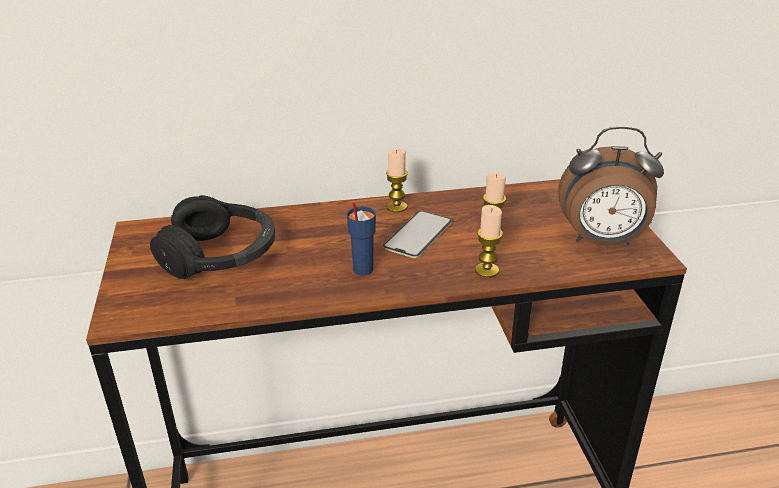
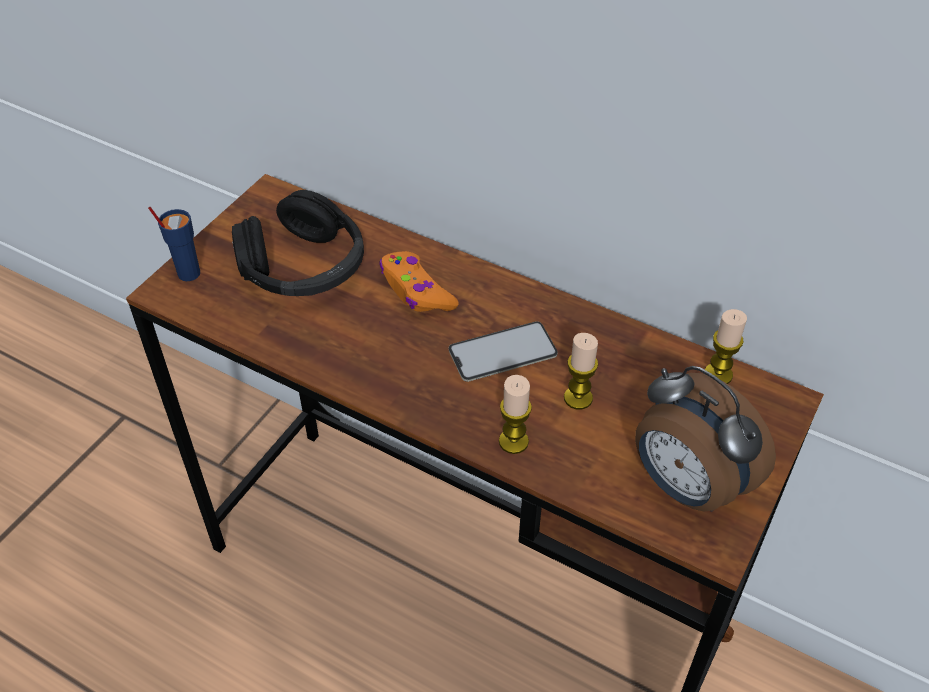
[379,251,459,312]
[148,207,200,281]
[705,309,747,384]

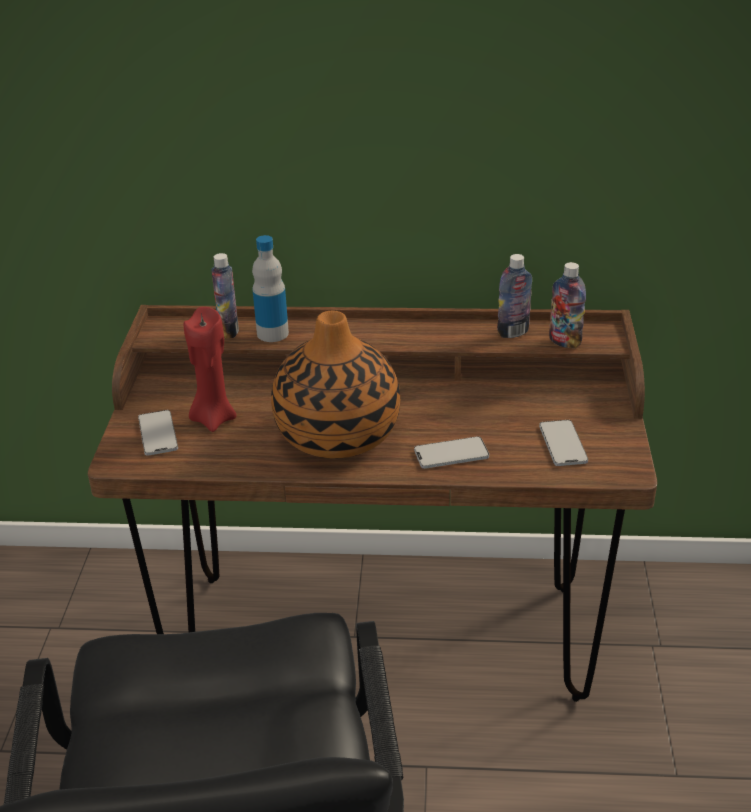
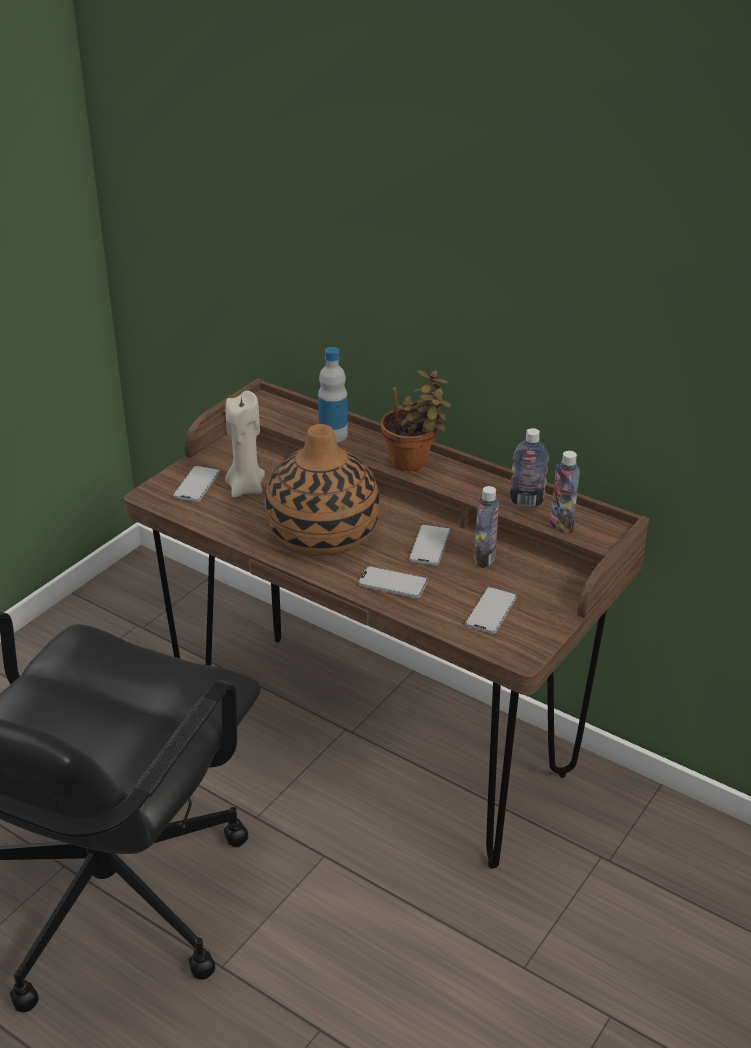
[381,370,452,471]
[409,524,450,566]
[474,486,499,568]
[225,391,265,498]

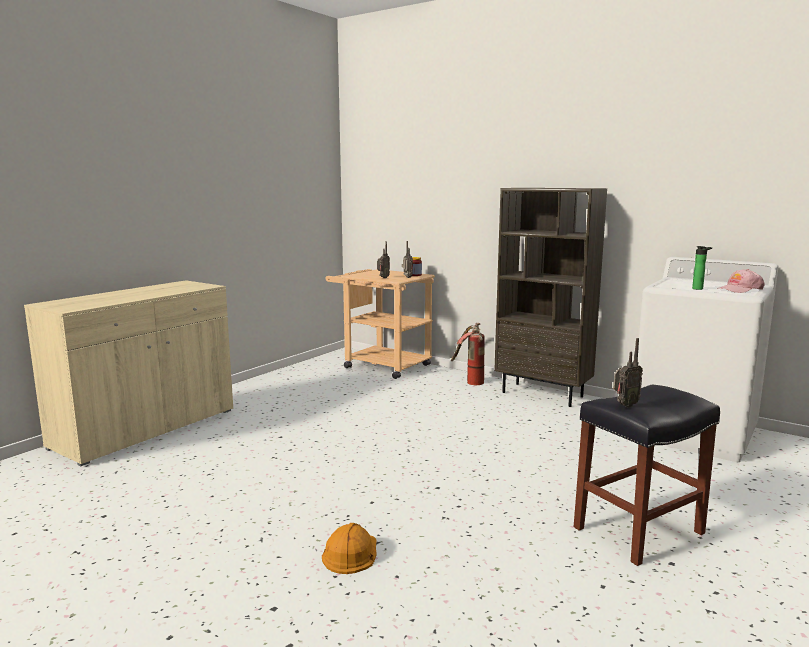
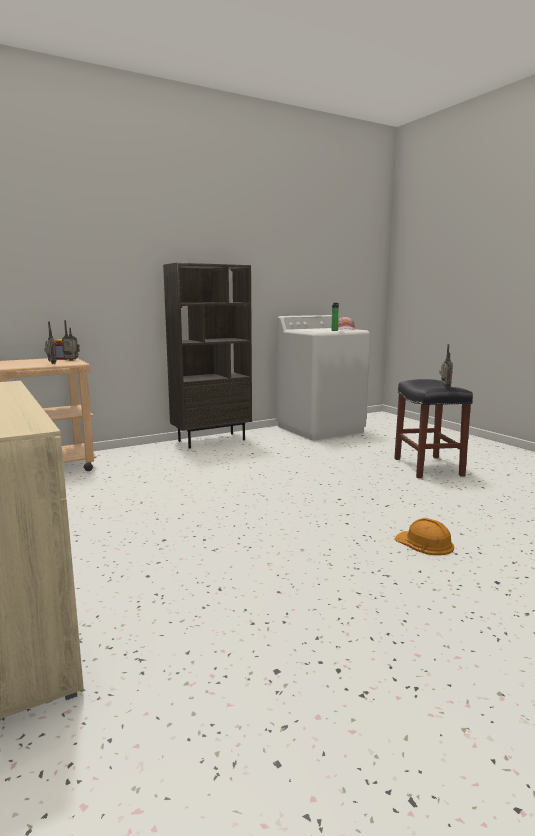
[451,323,485,385] (first image)

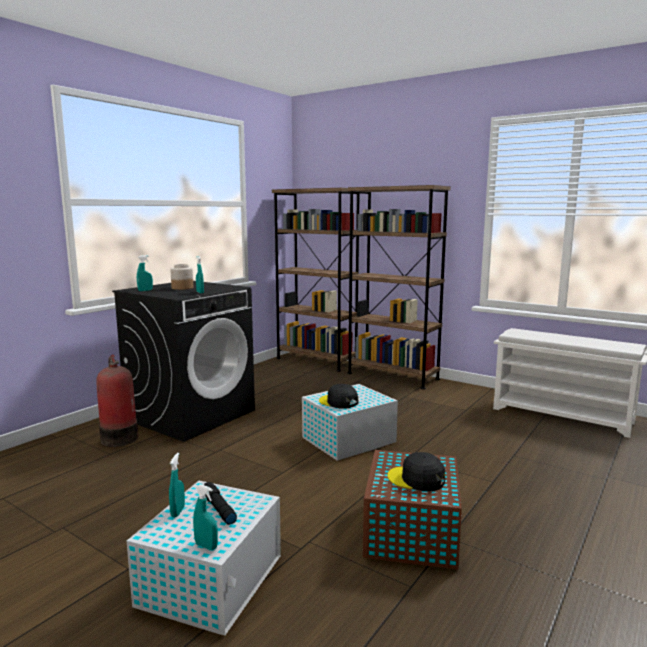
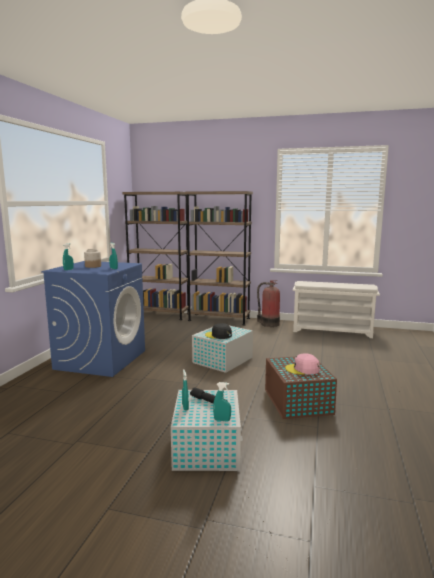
[257,280,280,327]
[41,261,145,377]
[285,353,320,374]

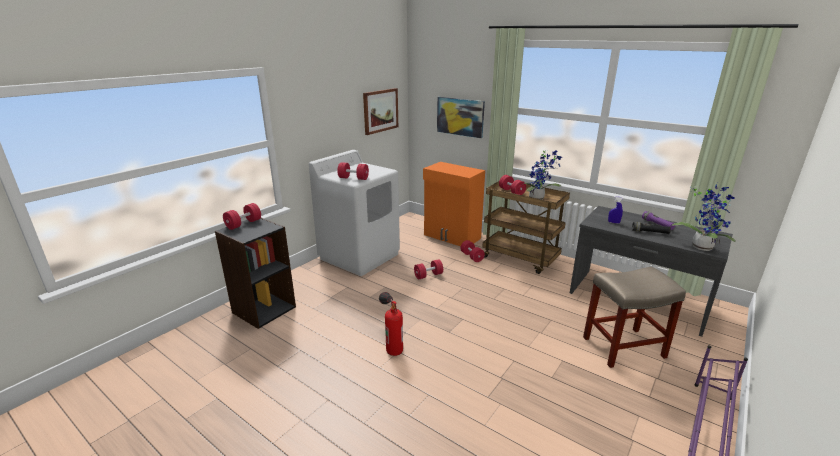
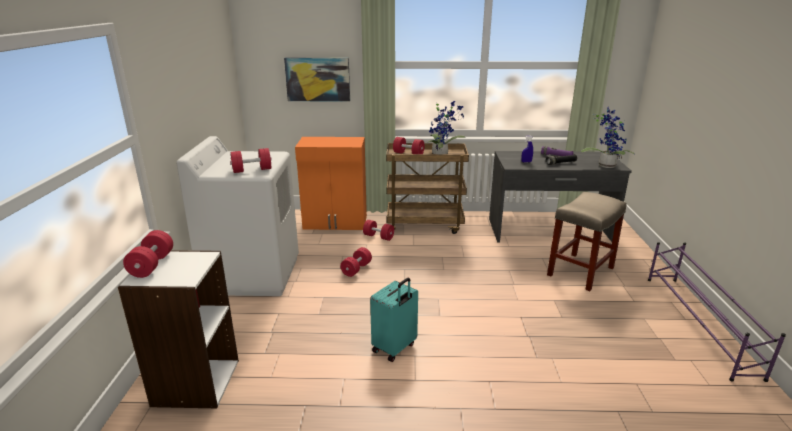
[363,88,398,135] (first image)
[370,278,418,362]
[118,250,239,408]

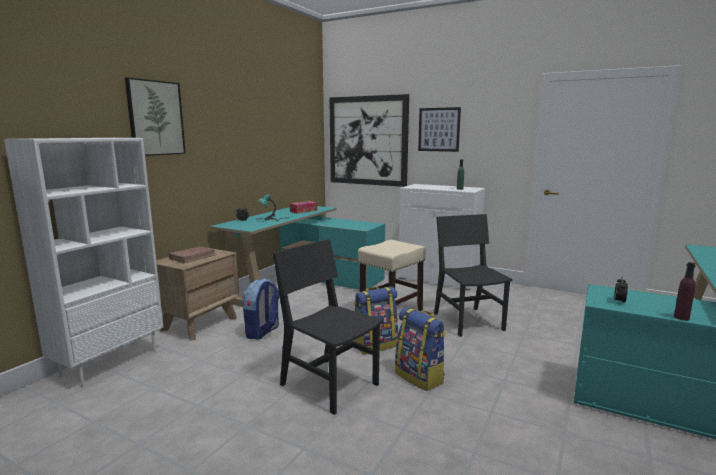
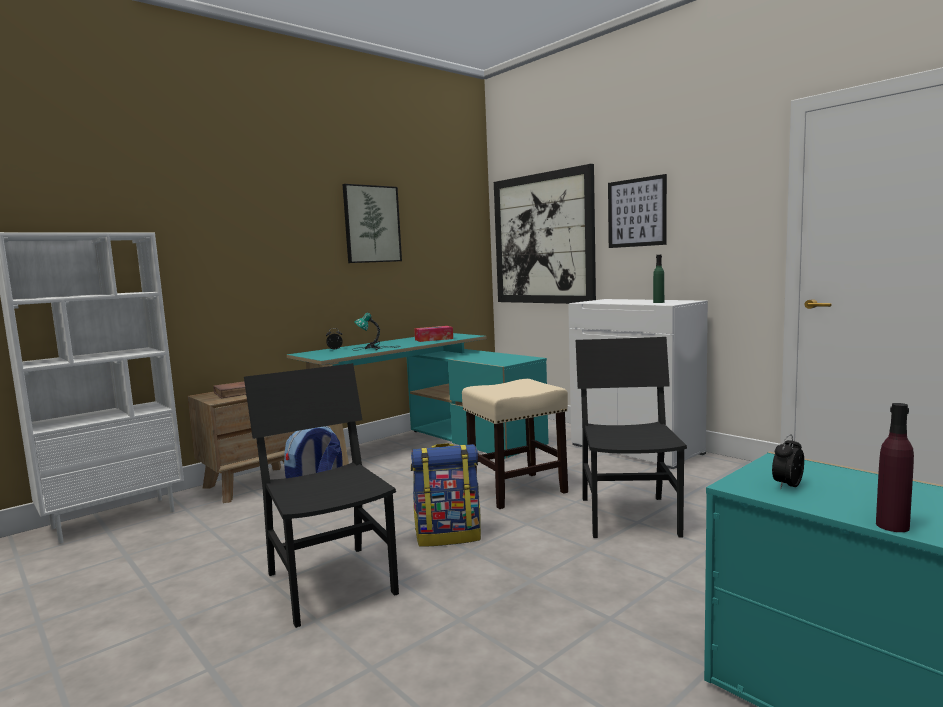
[395,307,446,391] (first image)
[343,184,402,263]

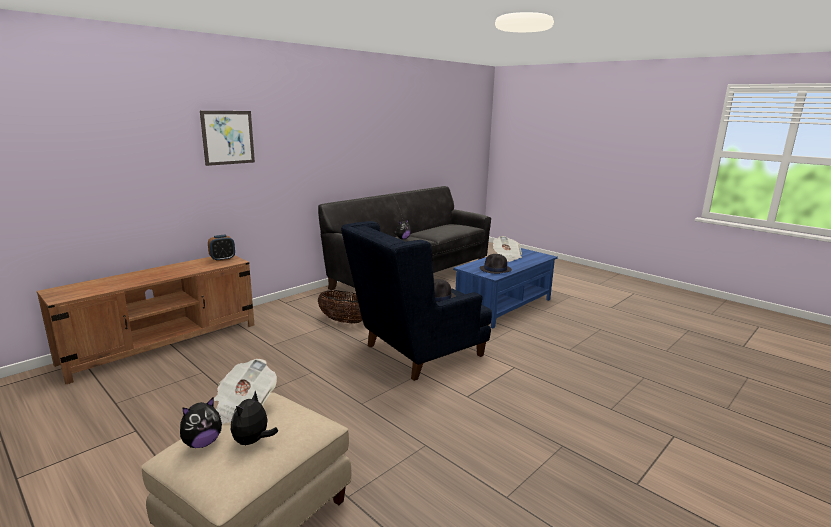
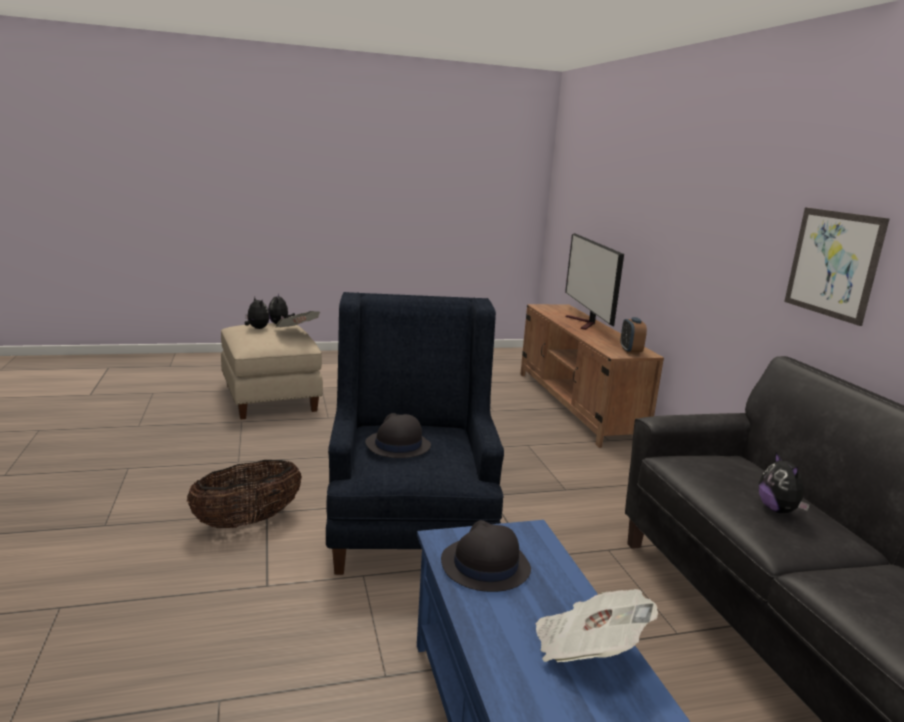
[565,233,624,330]
[784,207,889,326]
[187,460,302,528]

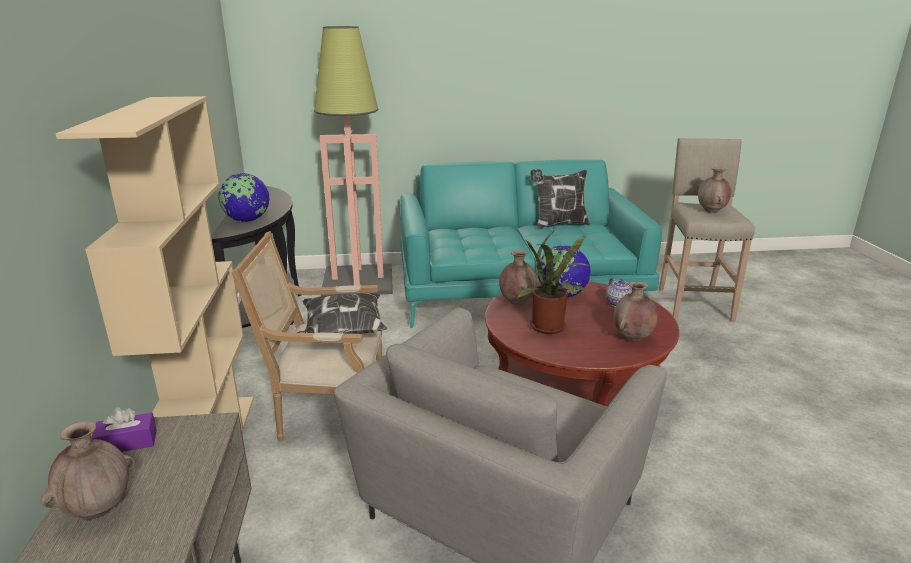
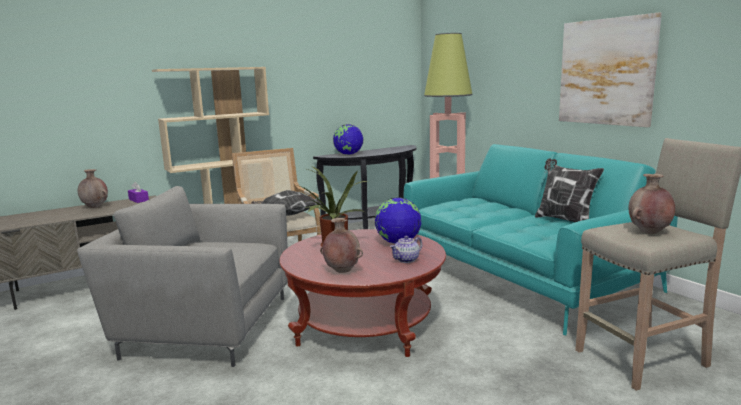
[499,250,537,305] (first image)
[559,13,662,127]

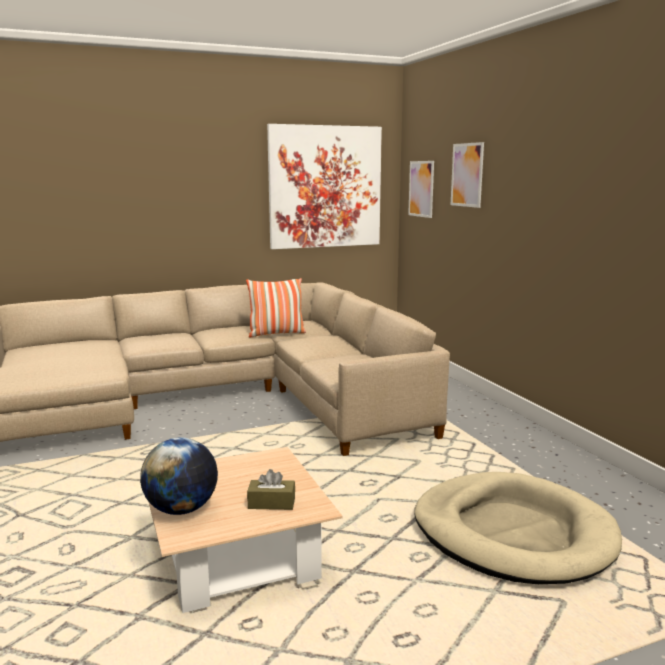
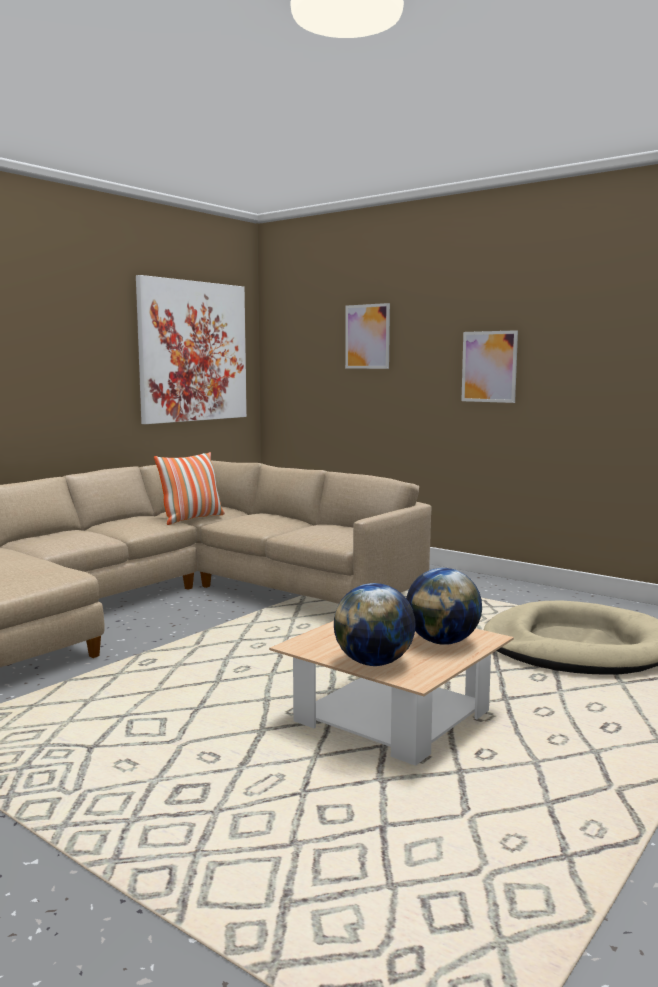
[461,330,518,403]
[406,568,482,645]

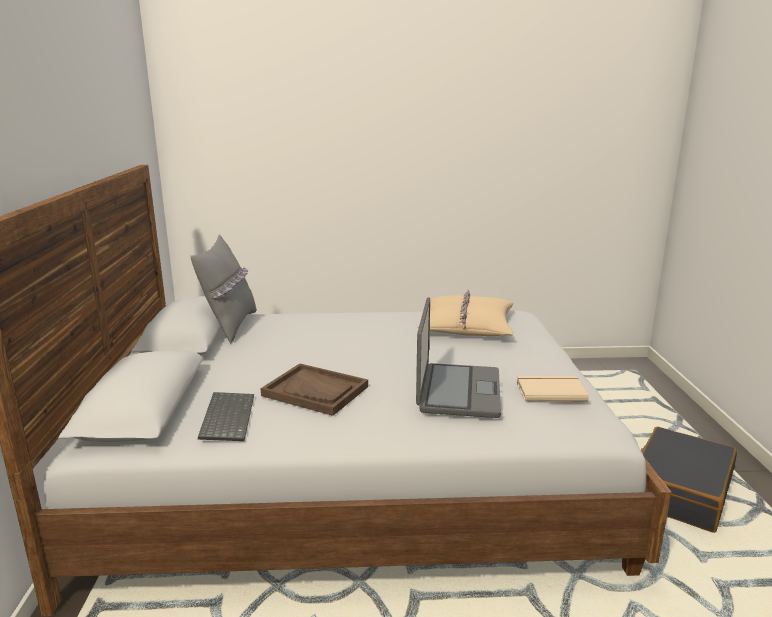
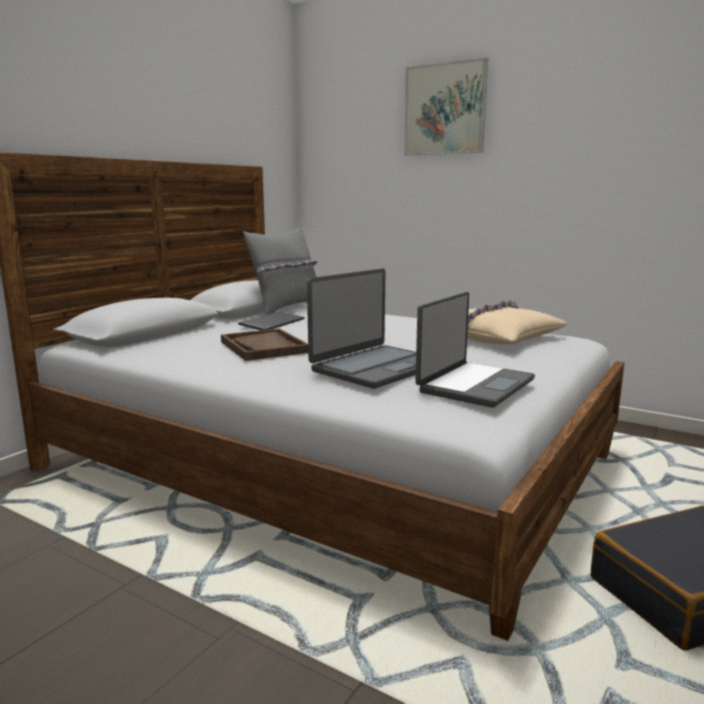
[404,58,488,156]
[238,311,305,330]
[415,292,535,408]

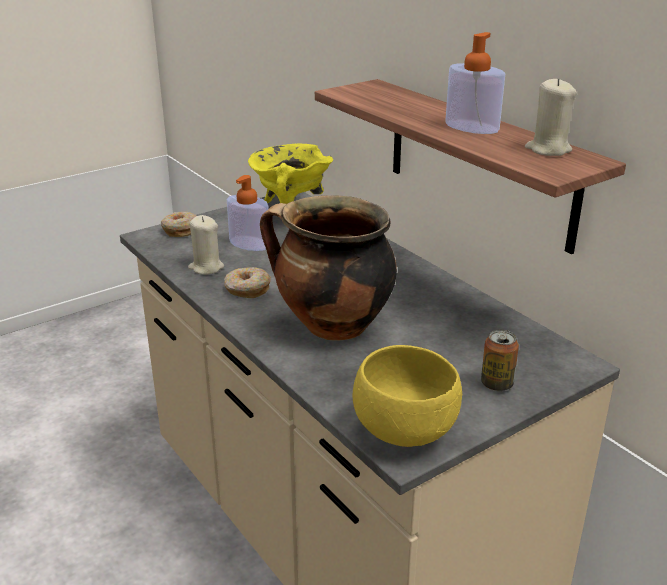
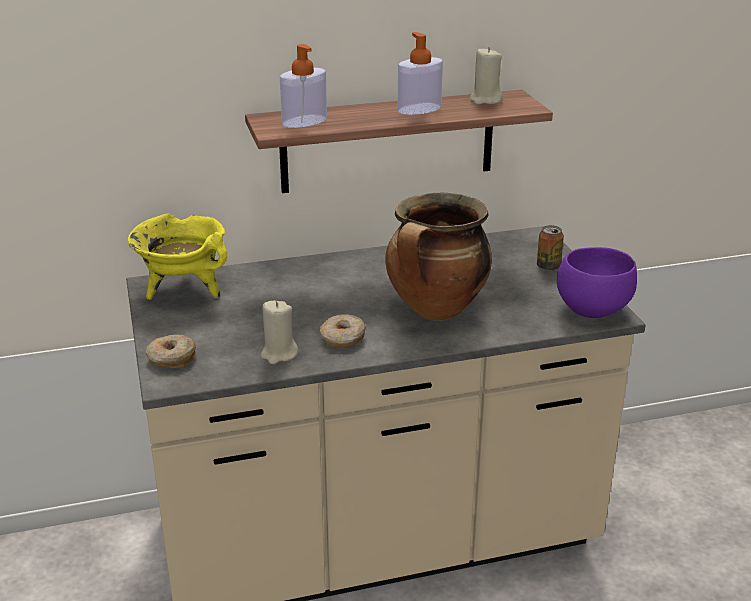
[280,44,327,128]
[557,247,637,318]

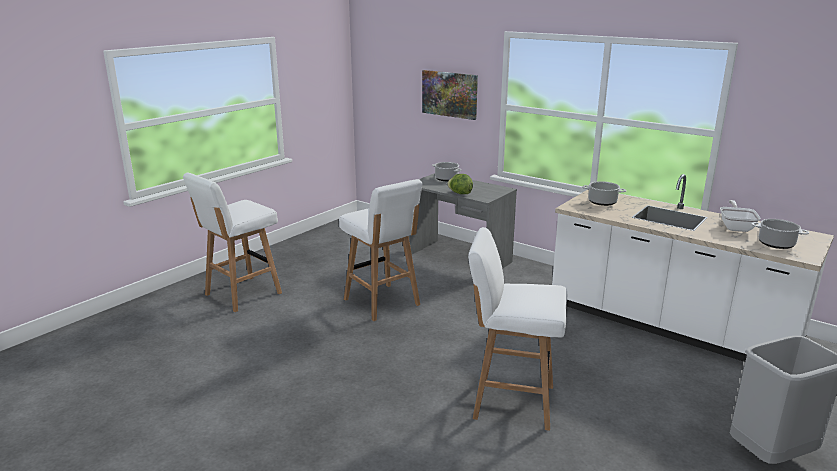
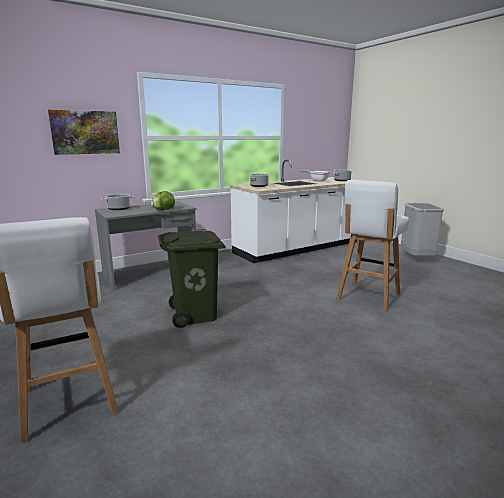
[158,229,225,328]

